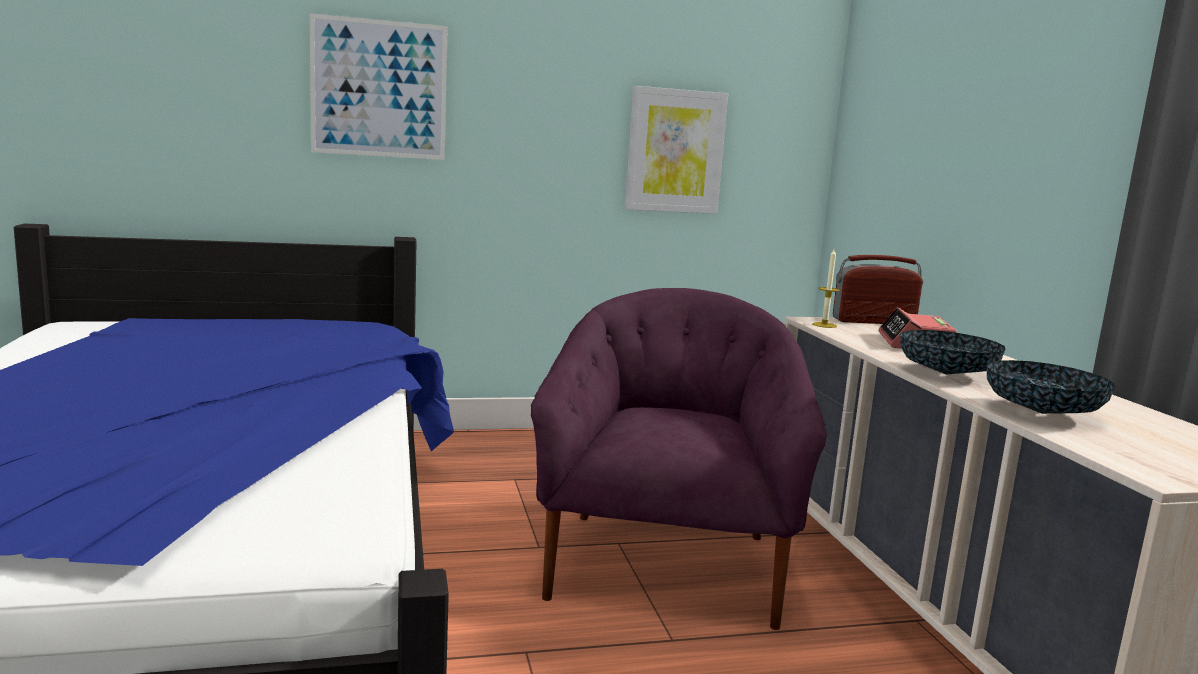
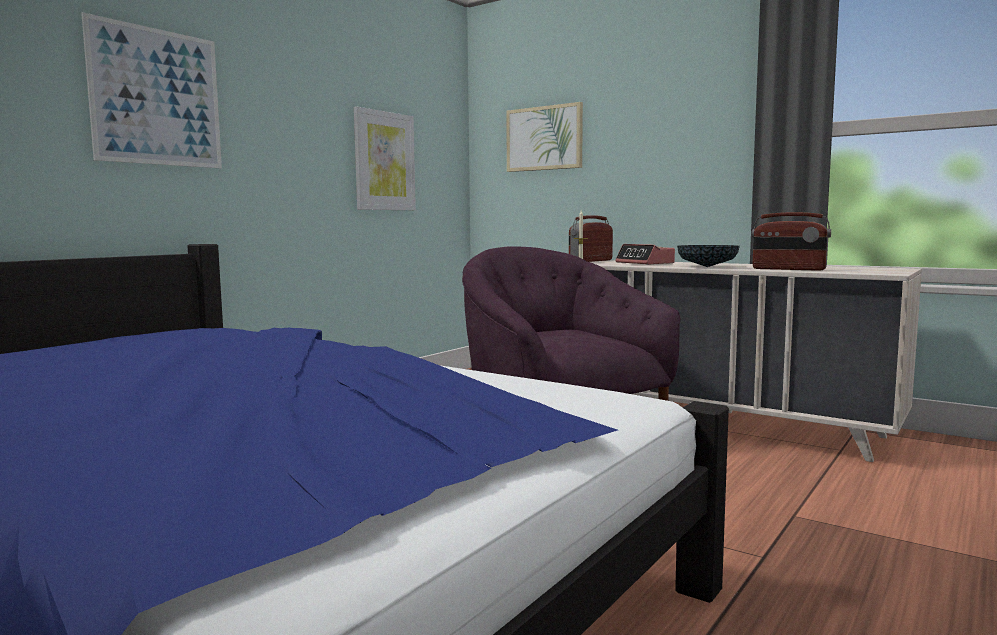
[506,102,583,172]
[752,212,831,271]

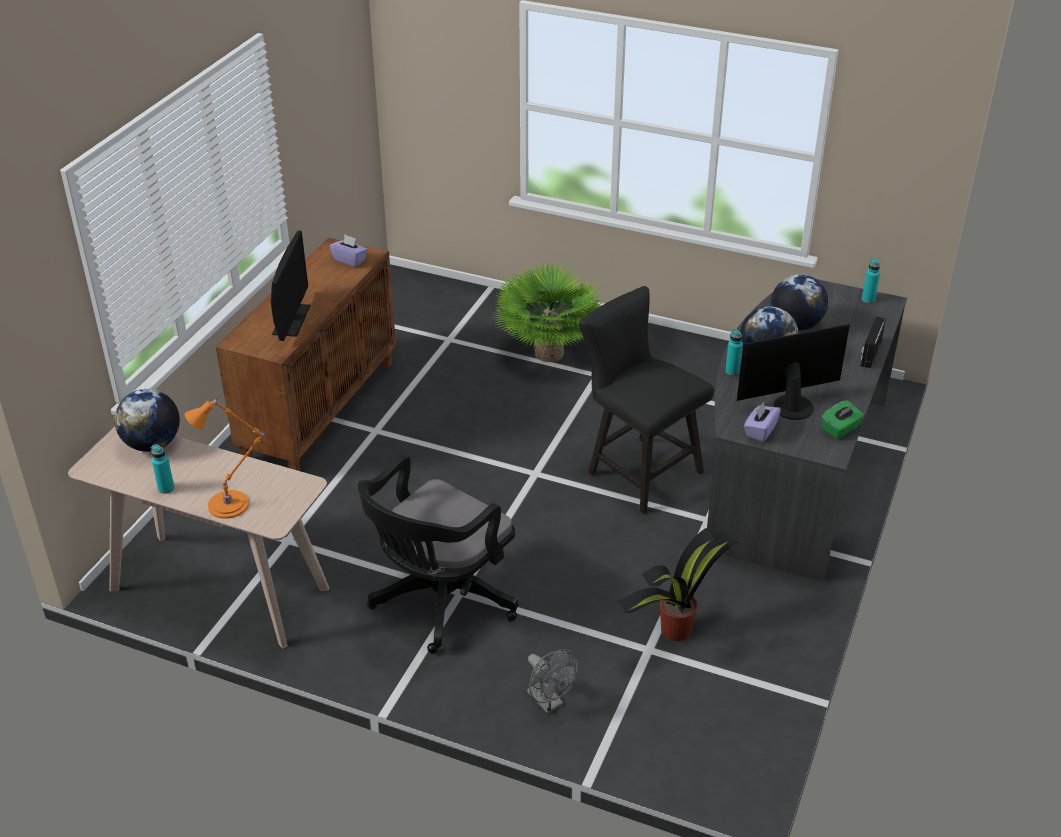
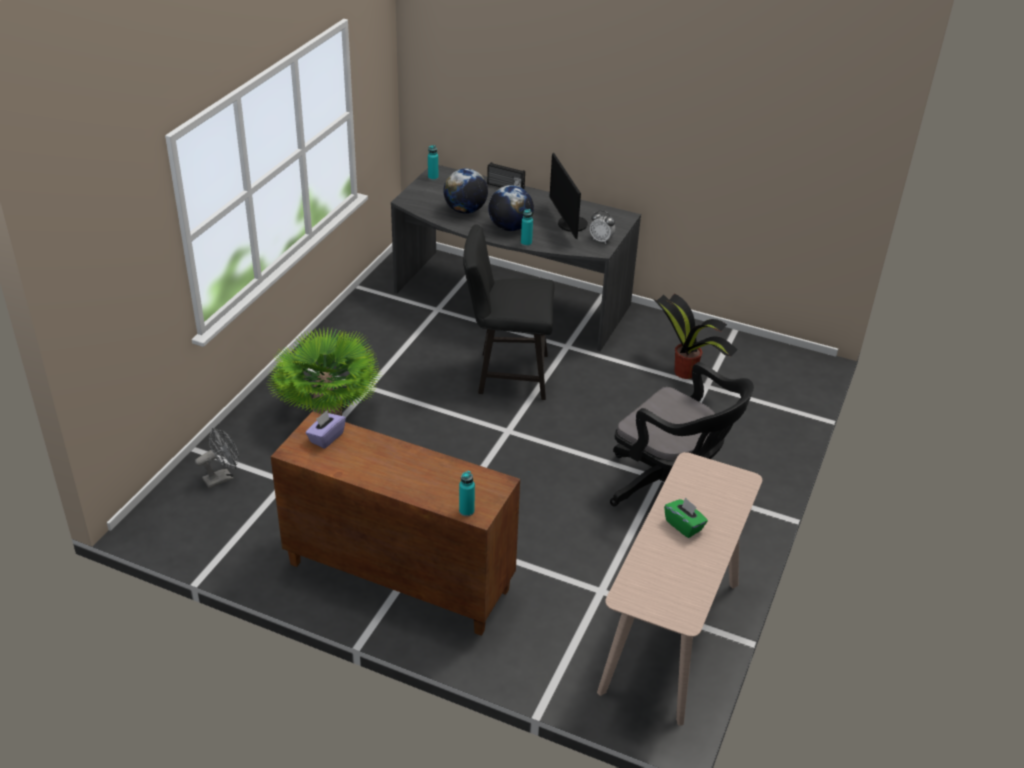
[114,389,180,452] (first image)
[185,398,265,519] (first image)
[271,231,311,341] (first image)
[459,471,475,517]
[195,428,239,488]
[664,497,708,538]
[590,210,615,244]
[463,224,555,400]

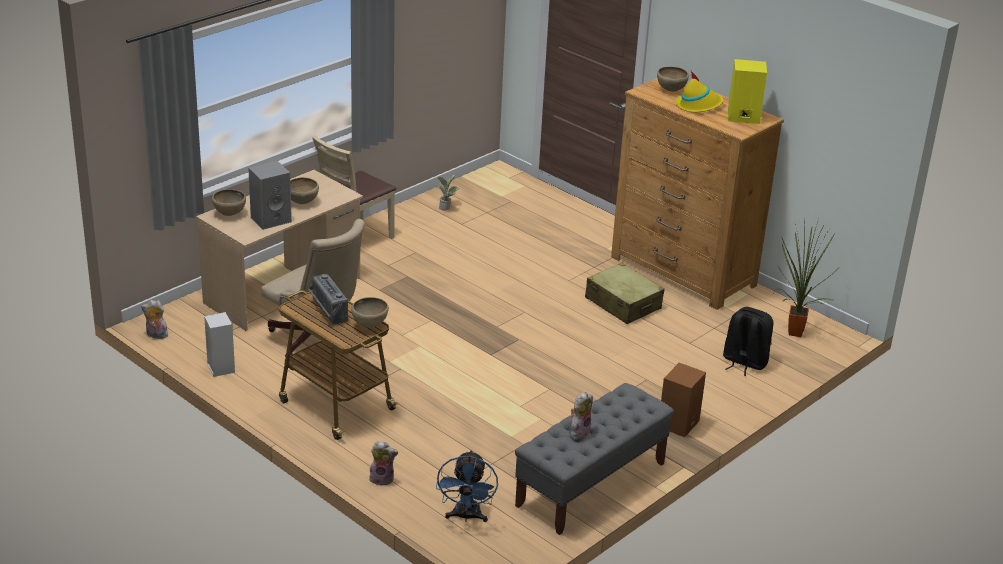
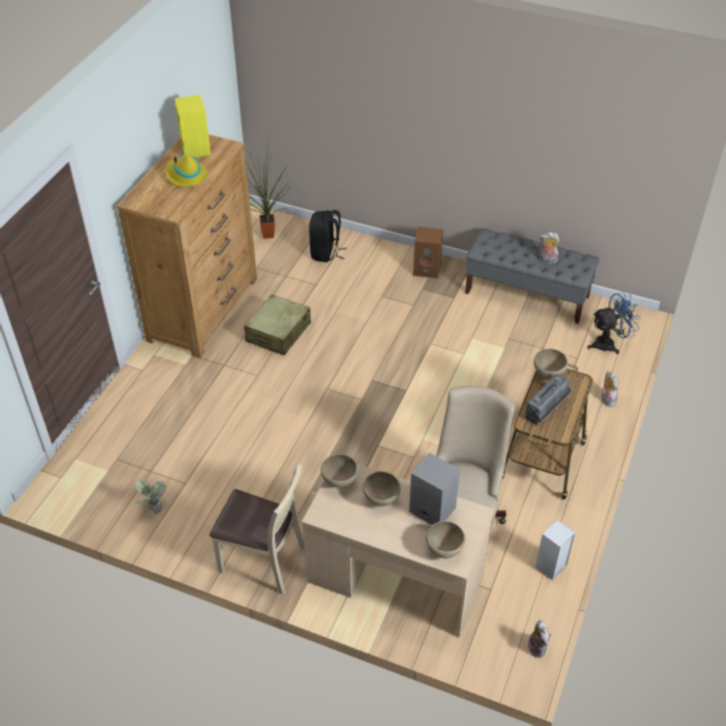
[321,454,358,488]

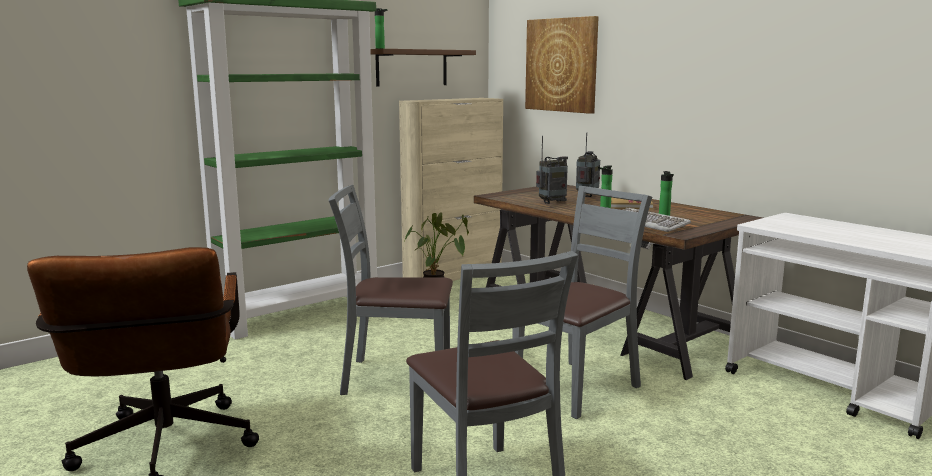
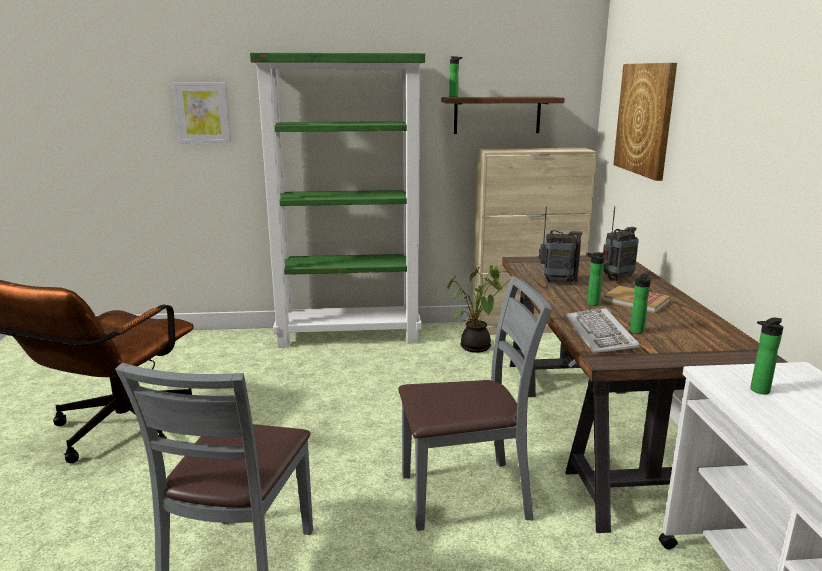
[328,185,453,395] (first image)
[172,82,231,143]
[750,318,783,394]

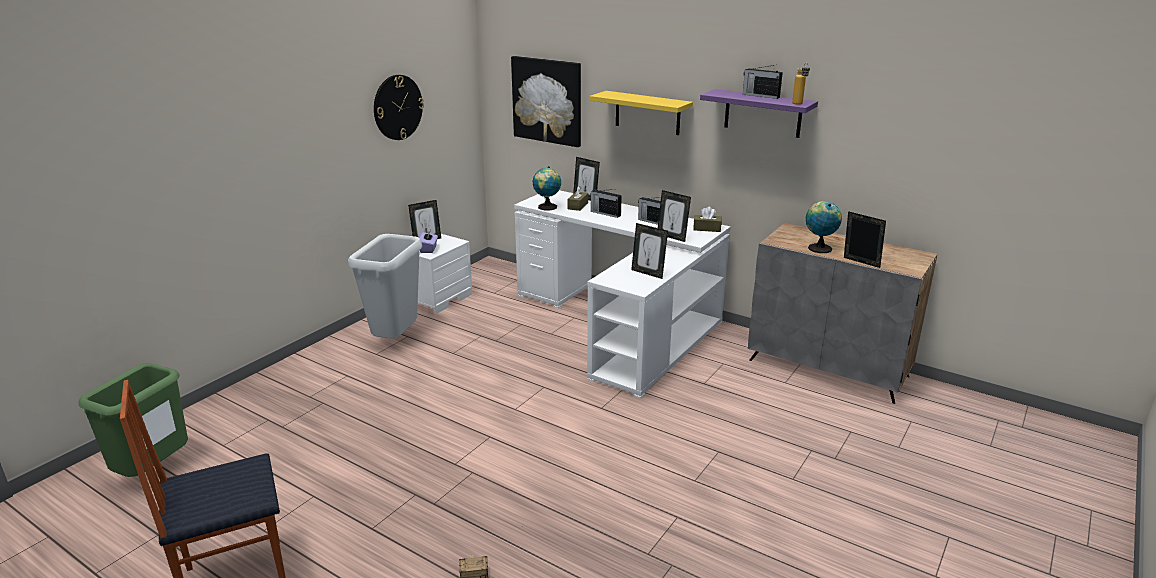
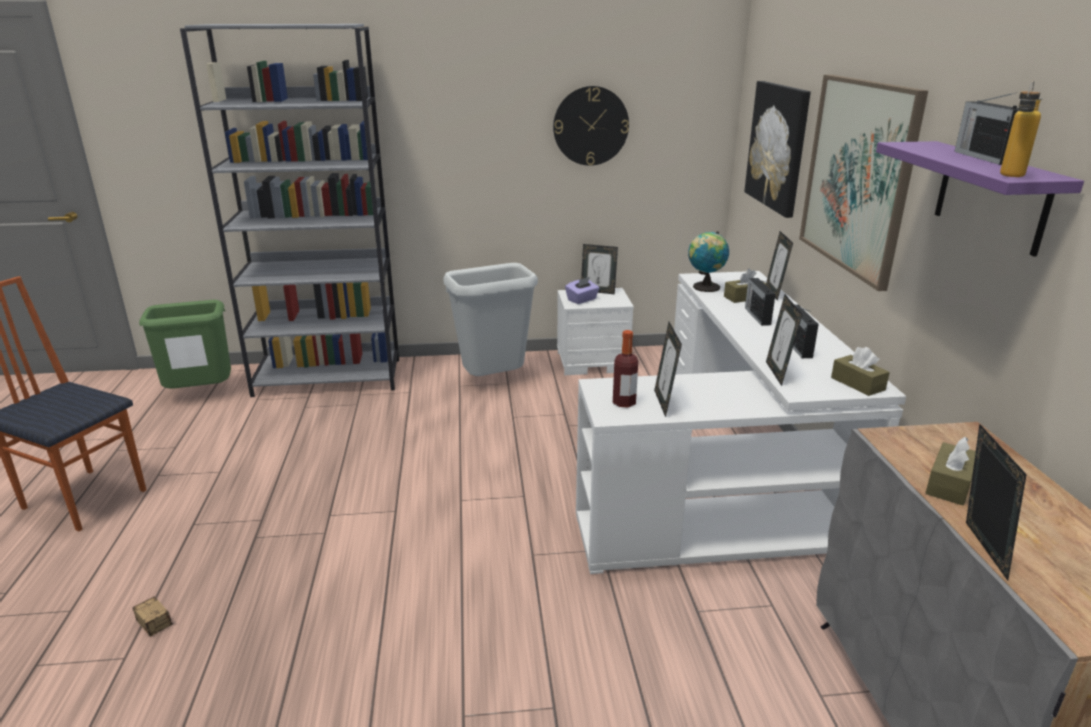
[180,24,399,397]
[613,330,638,407]
[799,75,928,291]
[925,437,976,505]

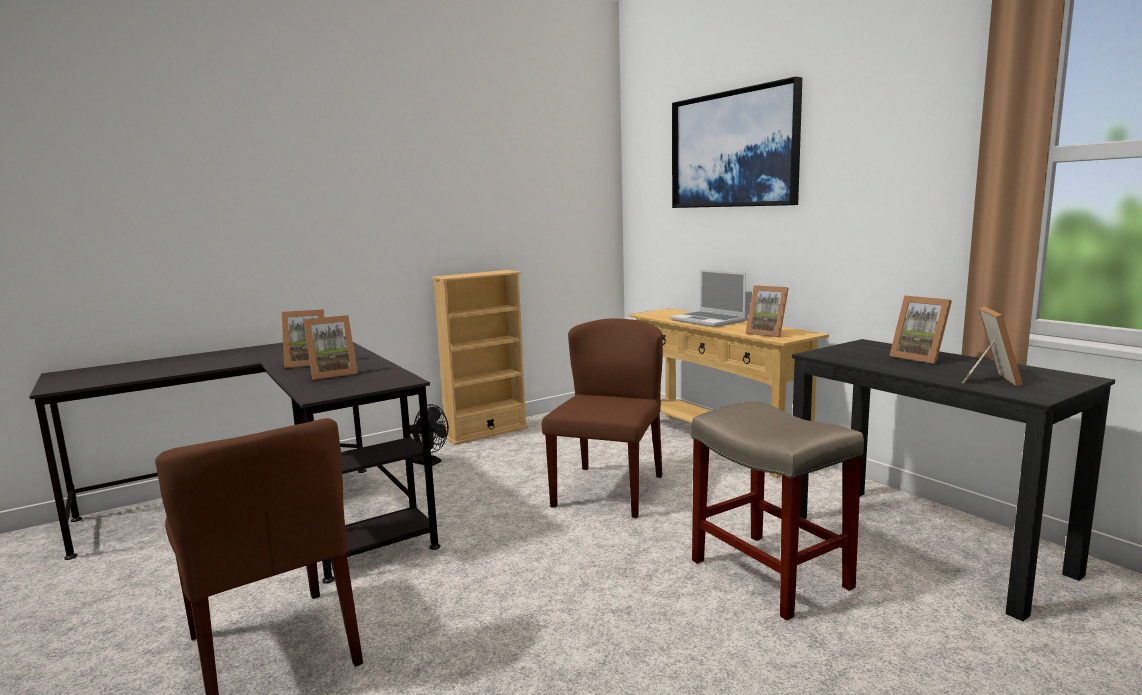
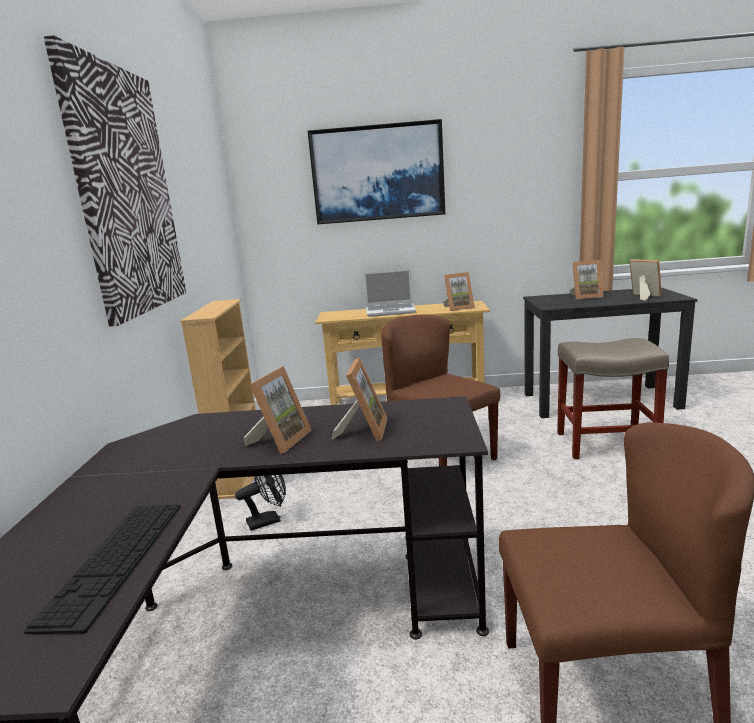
[23,504,181,634]
[44,35,186,327]

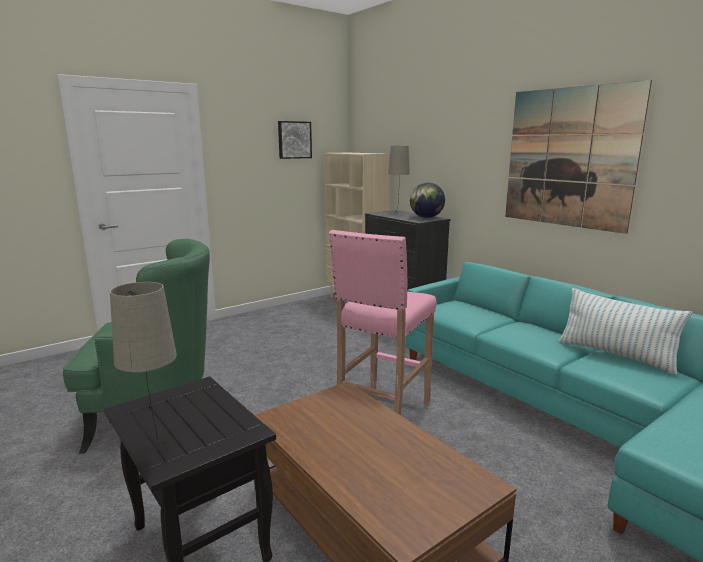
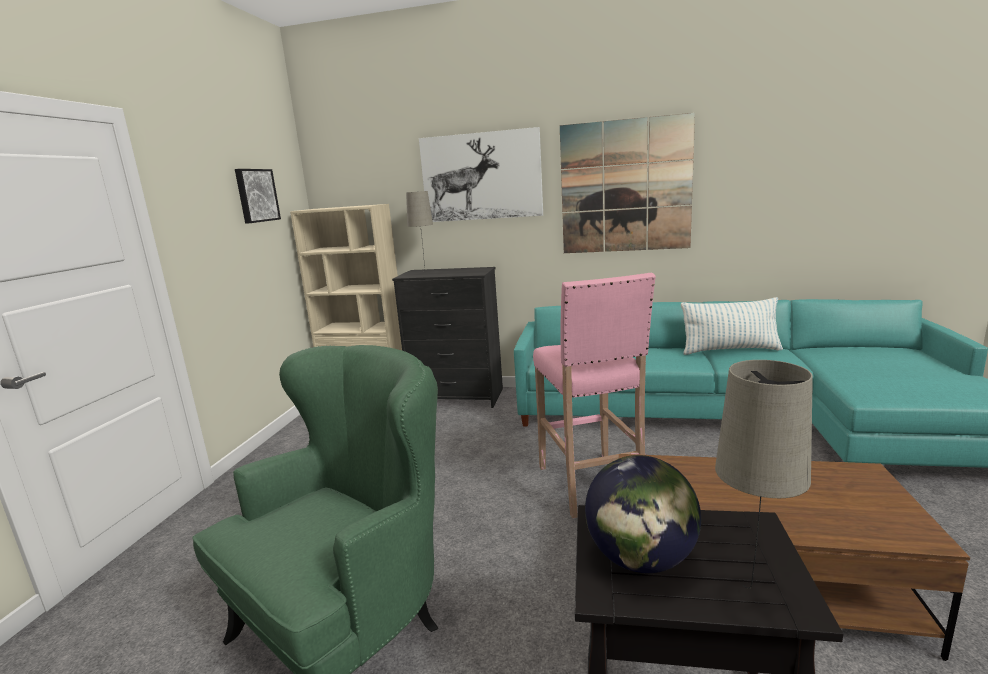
[419,127,543,222]
[585,455,701,573]

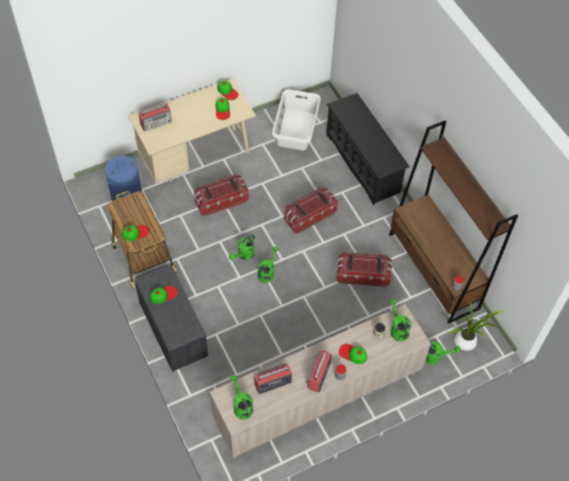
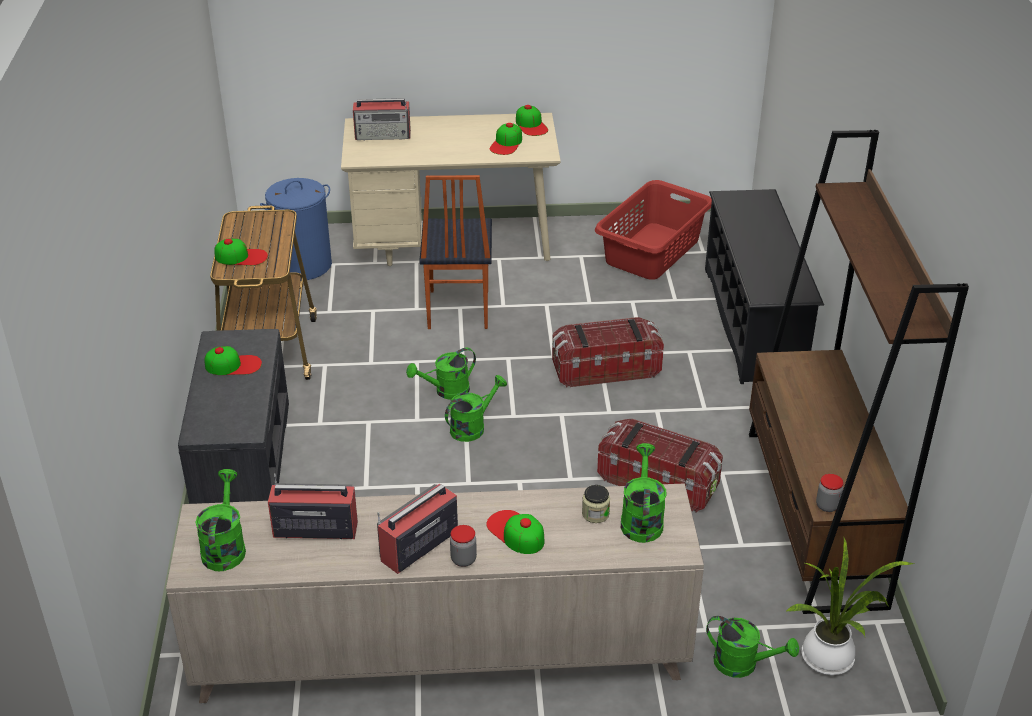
[419,175,492,329]
[595,180,712,280]

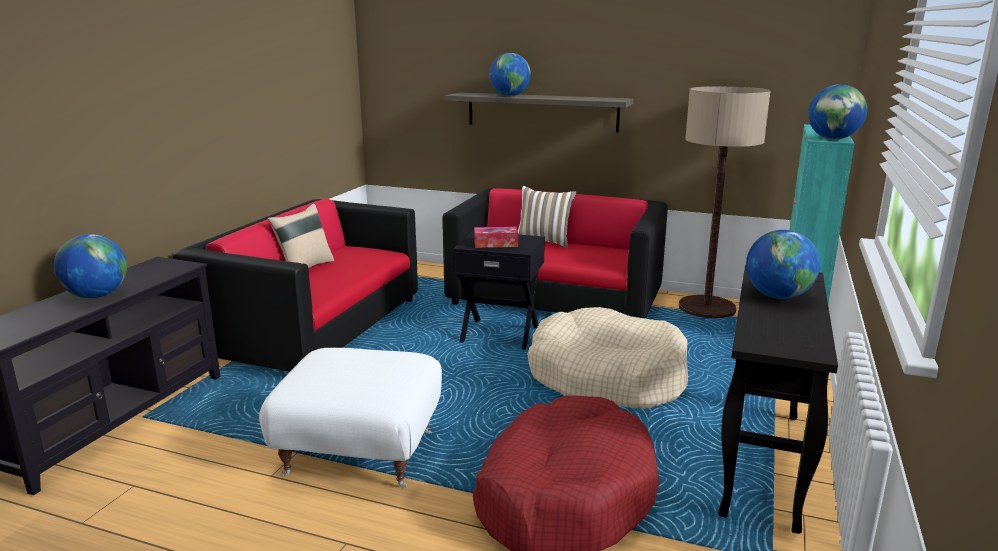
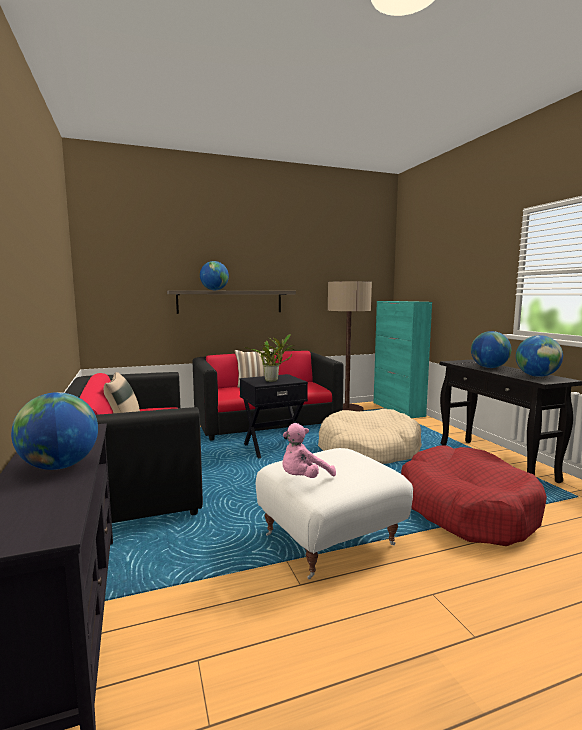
[282,423,336,478]
[516,335,563,377]
[245,334,295,382]

